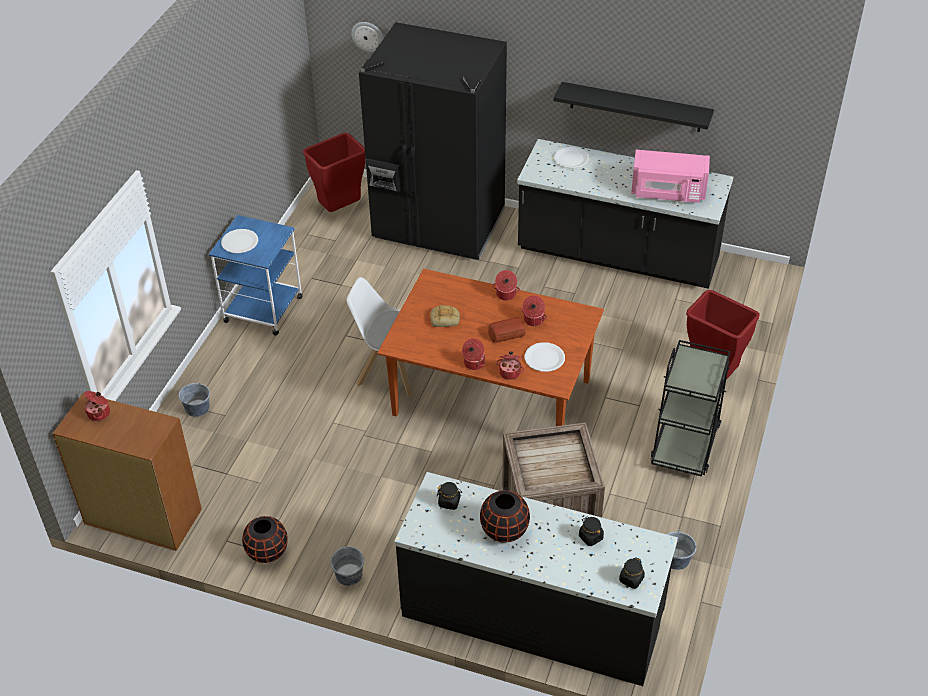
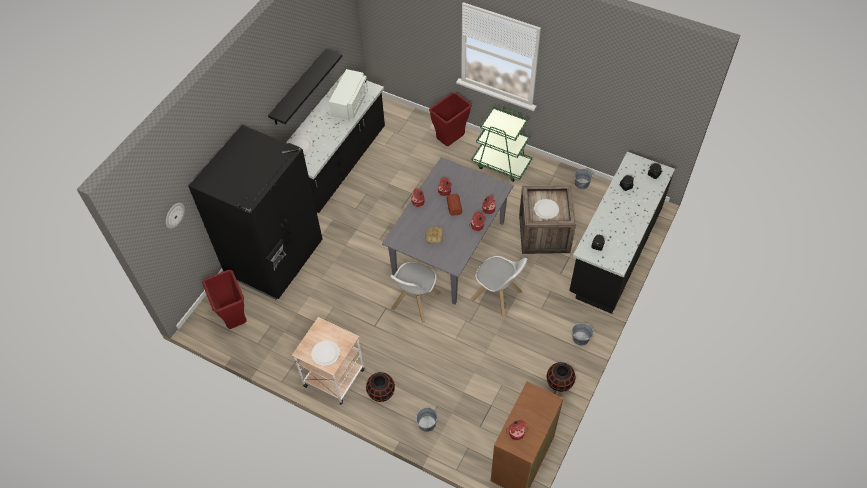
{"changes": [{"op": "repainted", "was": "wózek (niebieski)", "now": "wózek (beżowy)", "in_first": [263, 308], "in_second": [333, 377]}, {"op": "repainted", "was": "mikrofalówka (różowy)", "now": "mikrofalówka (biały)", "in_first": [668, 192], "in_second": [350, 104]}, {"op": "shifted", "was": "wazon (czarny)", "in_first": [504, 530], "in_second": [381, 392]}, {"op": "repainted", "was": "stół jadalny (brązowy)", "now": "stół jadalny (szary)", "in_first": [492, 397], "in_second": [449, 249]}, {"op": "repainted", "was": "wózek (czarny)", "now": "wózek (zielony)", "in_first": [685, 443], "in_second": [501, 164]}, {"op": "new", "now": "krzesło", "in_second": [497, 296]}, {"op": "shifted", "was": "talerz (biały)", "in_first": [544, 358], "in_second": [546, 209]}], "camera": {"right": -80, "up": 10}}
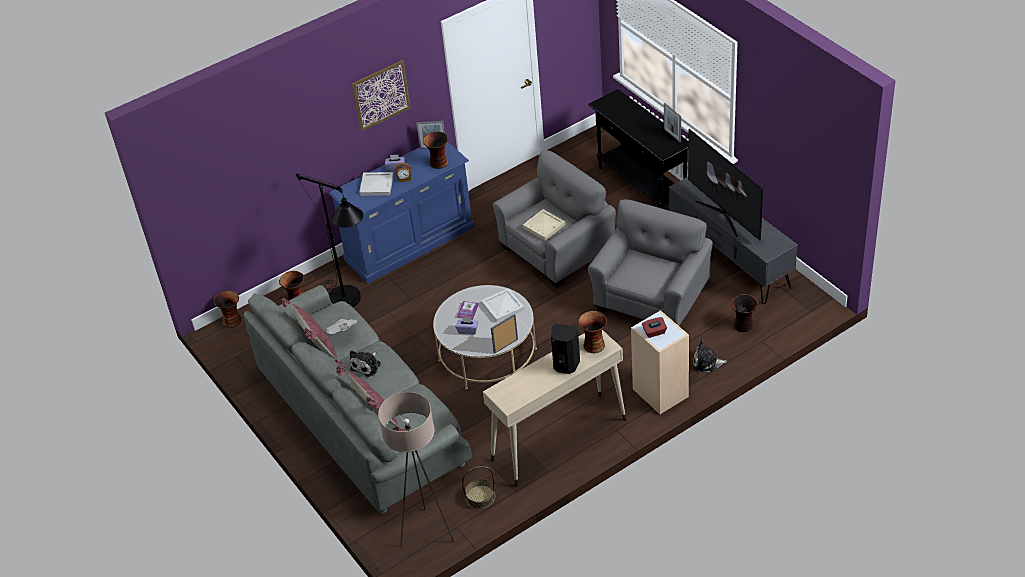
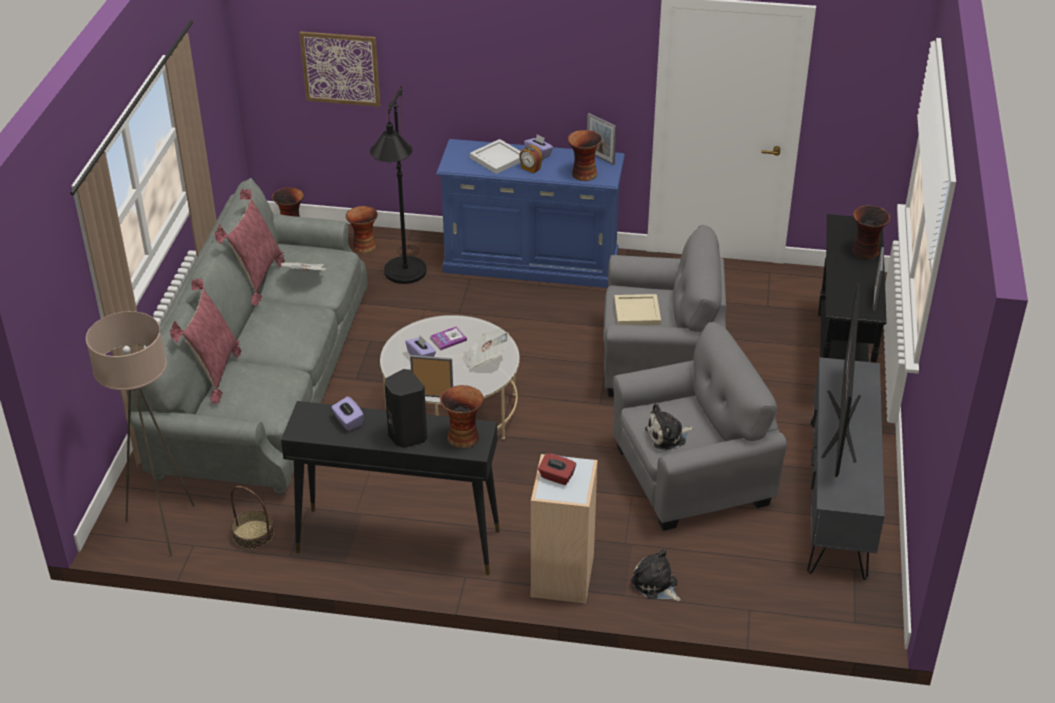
{"changes": [{"op": "repainted", "was": "stolik konsolowy (beżowy)", "now": "stolik konsolowy (czarny)", "in_first": [558, 440], "in_second": [397, 541]}, {"op": "shifted", "was": "obraz", "in_first": [381, 94], "in_second": [340, 67]}, {"op": "new", "now": "pudełko chusteczek (fioletowy)", "in_second": [348, 421]}, {"op": "swapped", "was": "taca (biały)", "now": "gazeta", "in_first": [502, 307], "in_second": [484, 358]}, {"op": "shifted", "was": "pluszak", "in_first": [367, 365], "in_second": [668, 436]}, {"op": "shifted", "was": "wazon", "in_first": [743, 326], "in_second": [865, 252]}], "camera": {"right": 40, "up": -5}}
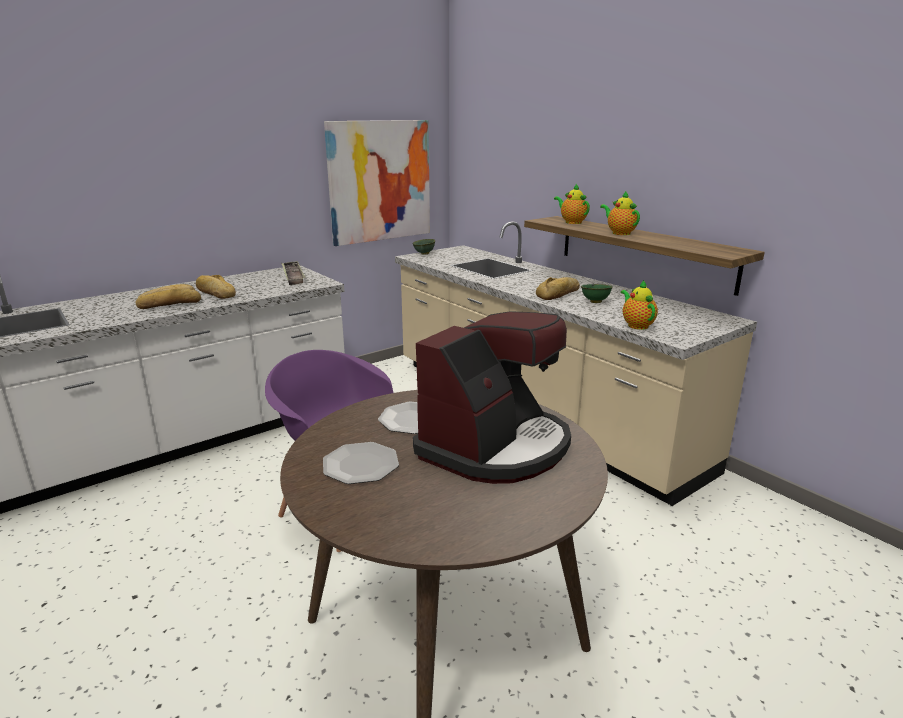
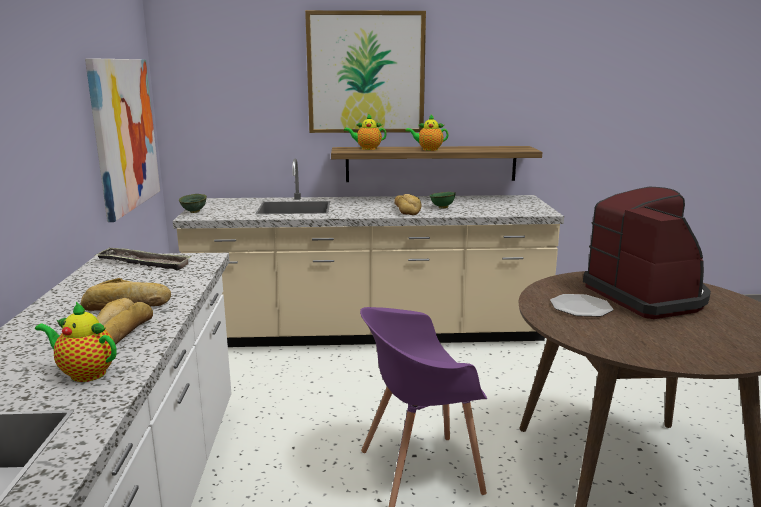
{"changes": [{"op": "shifted", "was": "imbryk", "in_first": [636, 325], "in_second": [85, 373]}, {"op": "new", "now": "obraz", "in_second": [366, 73]}, {"op": "gone", "was": "talerz", "in_first": [360, 465]}], "camera": {"right": -55, "up": -5}}
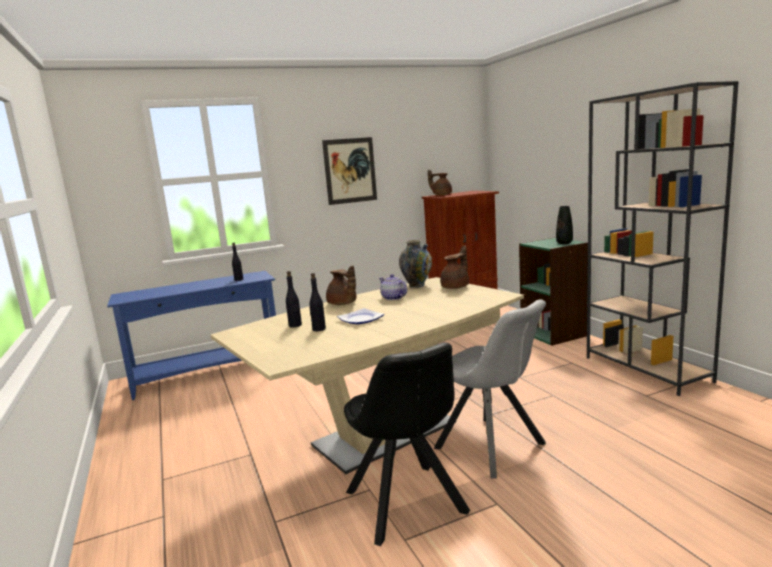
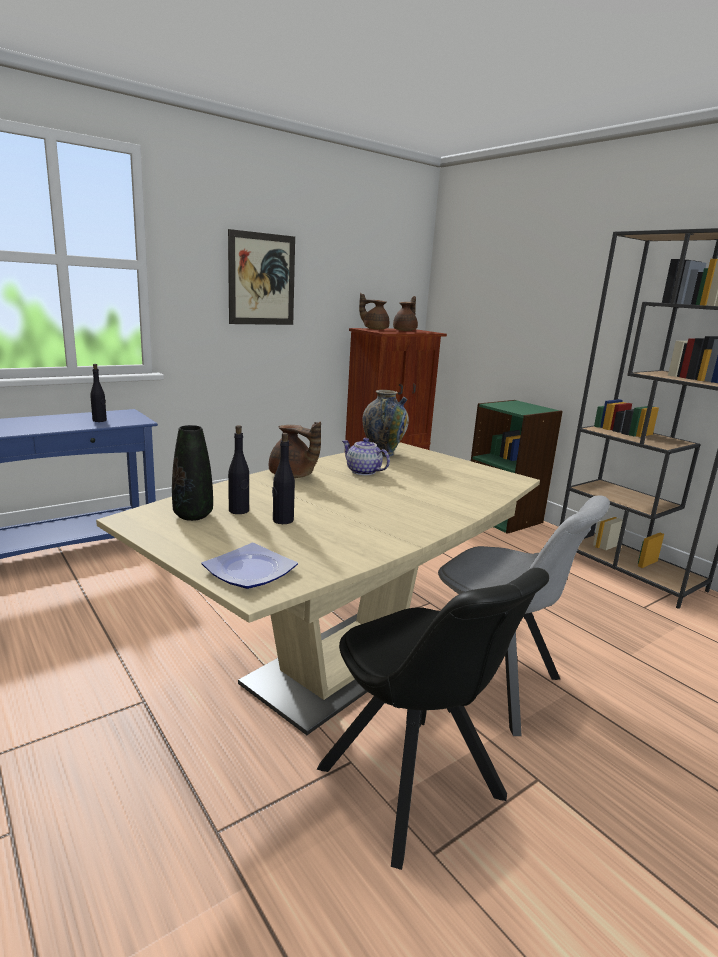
{"changes": [{"op": "shifted", "was": "wazon (czarny)", "in_first": [564, 243], "in_second": [193, 515]}, {"op": "shifted", "was": "talerz", "in_first": [361, 319], "in_second": [250, 570]}, {"op": "shifted", "was": "imbryk (brązowy)", "in_first": [456, 287], "in_second": [405, 330]}], "camera": {"right": -15, "up": 5}}
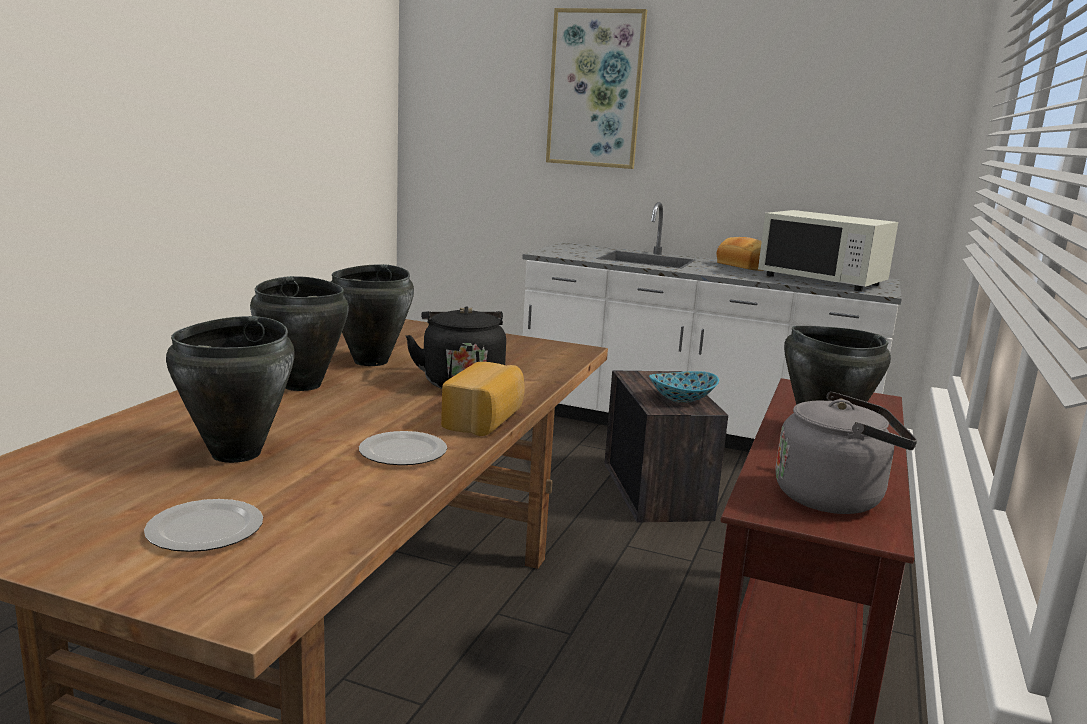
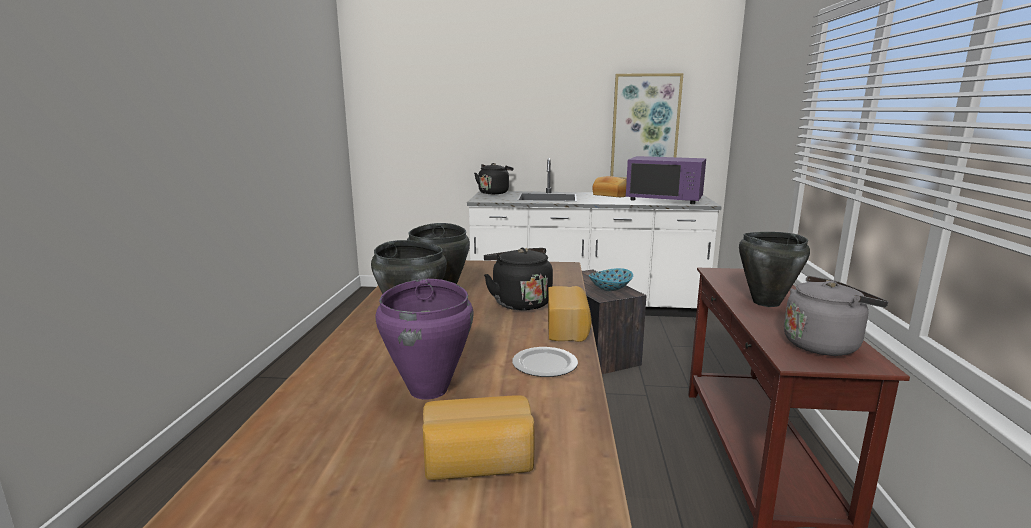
{"changes": [{"op": "repainted", "was": "garnek (czarny)", "now": "garnek (fioletowy)", "in_first": [237, 453], "in_second": [429, 389]}, {"op": "swapped", "was": "talerz", "now": "chleb", "in_first": [203, 530], "in_second": [479, 463]}, {"op": "new", "now": "czajnik (czarny)", "in_second": [494, 192]}, {"op": "shifted", "was": "obraz", "in_first": [595, 89], "in_second": [645, 127]}, {"op": "repainted", "was": "mikrofalówka (biały)", "now": "mikrofalówka (fioletowy)", "in_first": [822, 280], "in_second": [664, 199]}], "camera": {"right": -15, "up": 0}}
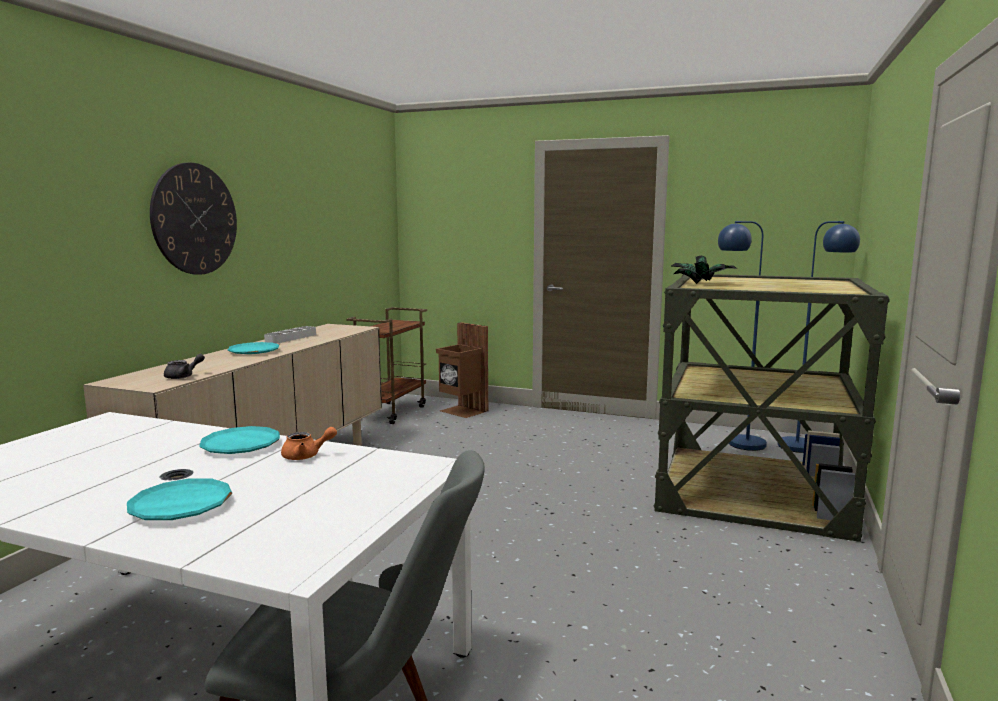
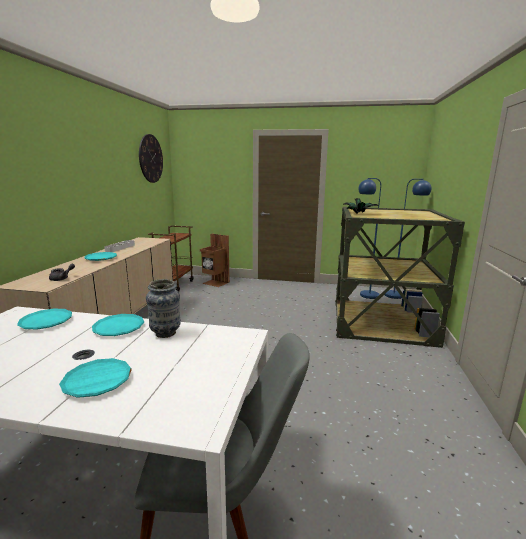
{"changes": [{"op": "new", "now": "talerz (turkusowy)", "in_second": [46, 322]}, {"op": "shifted", "was": "zegar ścienny", "in_first": [195, 219], "in_second": [151, 158]}, {"op": "swapped", "was": "imbryk (pomarańczowy)", "now": "wazon", "in_first": [306, 456], "in_second": [165, 333]}], "camera": {"right": -10, "up": 5}}
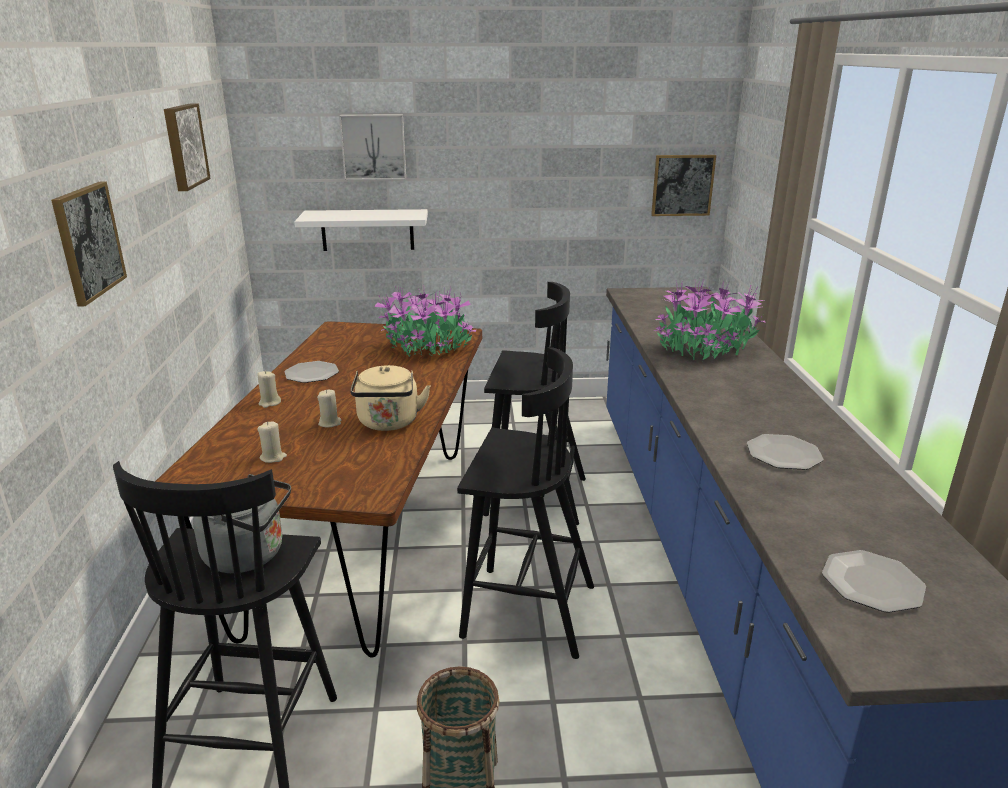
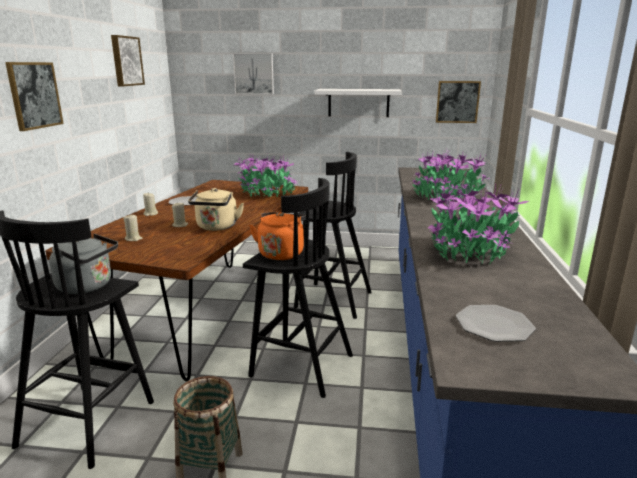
{"changes": [{"op": "new", "now": "czajnik (pomarańczowy)", "in_second": [281, 253]}, {"op": "shifted", "was": "półka (biały)", "in_first": [367, 230], "in_second": [358, 102]}, {"op": "swapped", "was": "talerz", "now": "roślina doniczkowa", "in_first": [783, 454], "in_second": [470, 251]}], "camera": {"right": 10, "up": -5}}
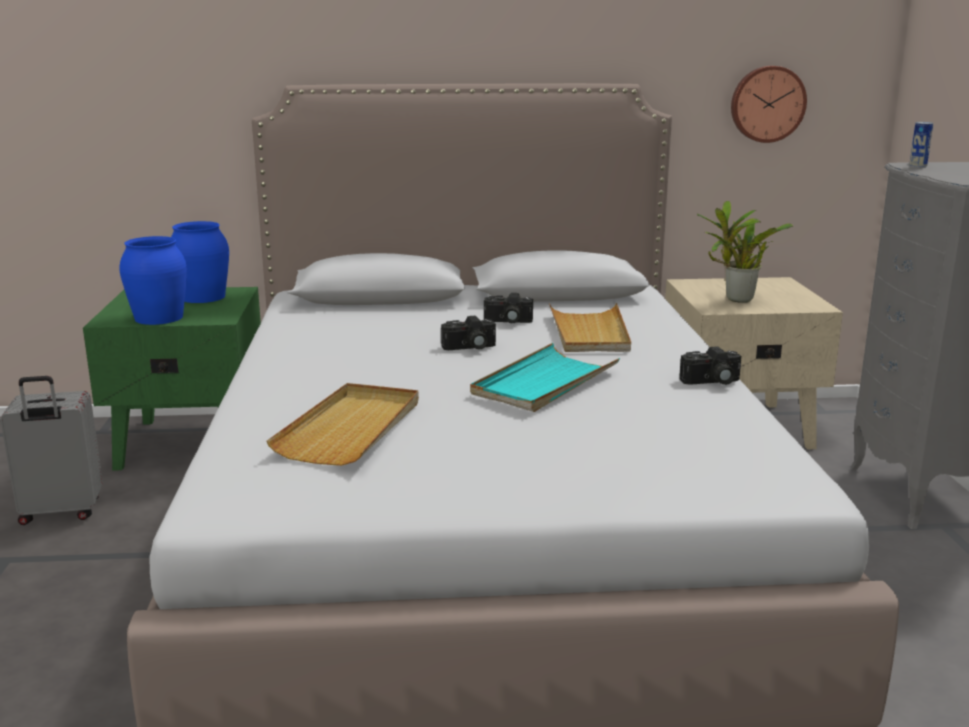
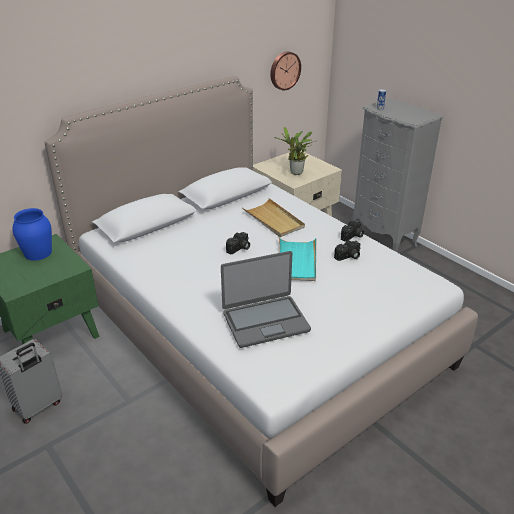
{"changes": [{"op": "swapped", "was": "taca (beżowy)", "now": "laptop", "in_first": [351, 428], "in_second": [265, 321]}, {"op": "shifted", "was": "aparat fotograficzny", "in_first": [507, 321], "in_second": [348, 257]}, {"op": "gone", "was": "wazon (niebieski)", "in_first": [159, 317]}], "camera": {"right": -35, "up": 15}}
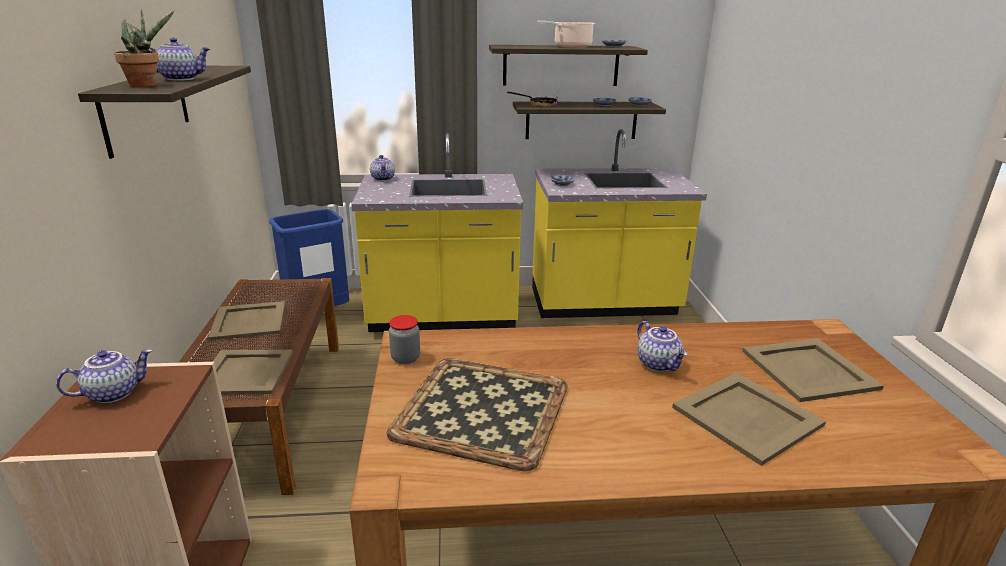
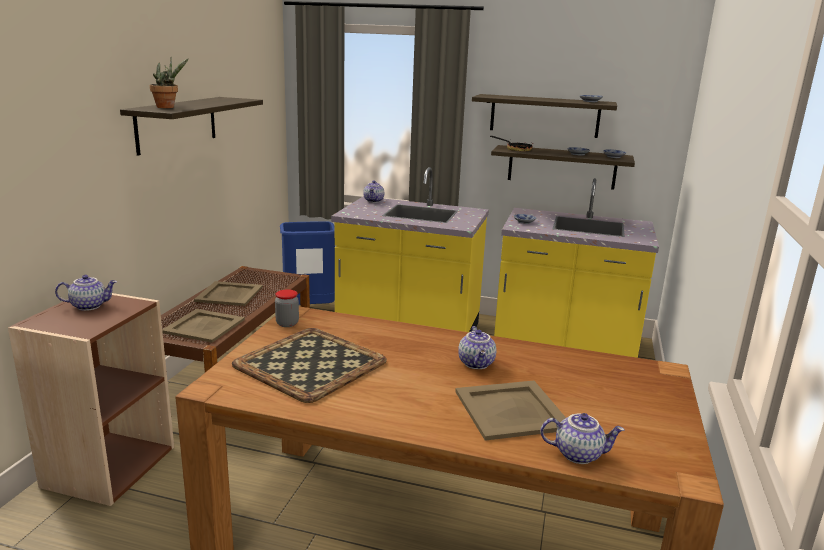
{"changes": [{"op": "shifted", "was": "imbryk", "in_first": [181, 79], "in_second": [578, 454]}, {"op": "gone", "was": "garnek", "in_first": [570, 46]}, {"op": "gone", "was": "taca (beżowy)", "in_first": [808, 370]}], "camera": {"right": 20, "up": -5}}
